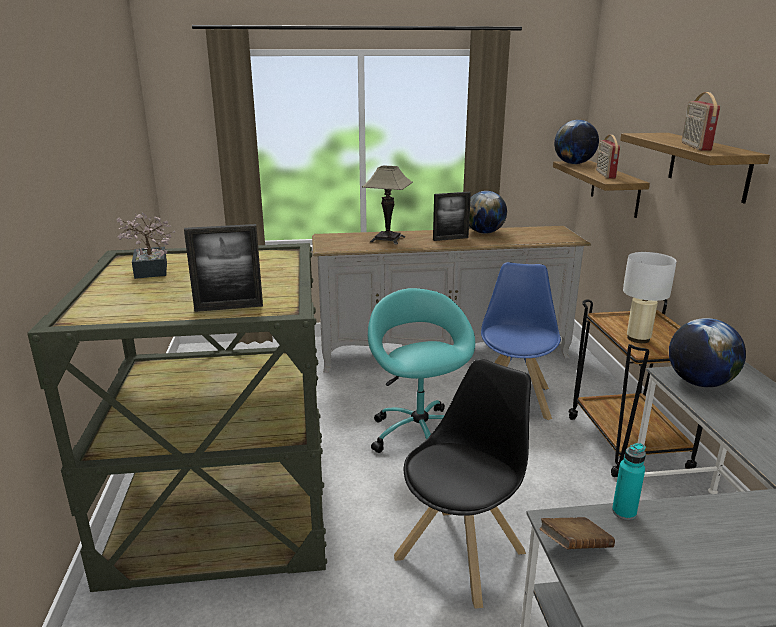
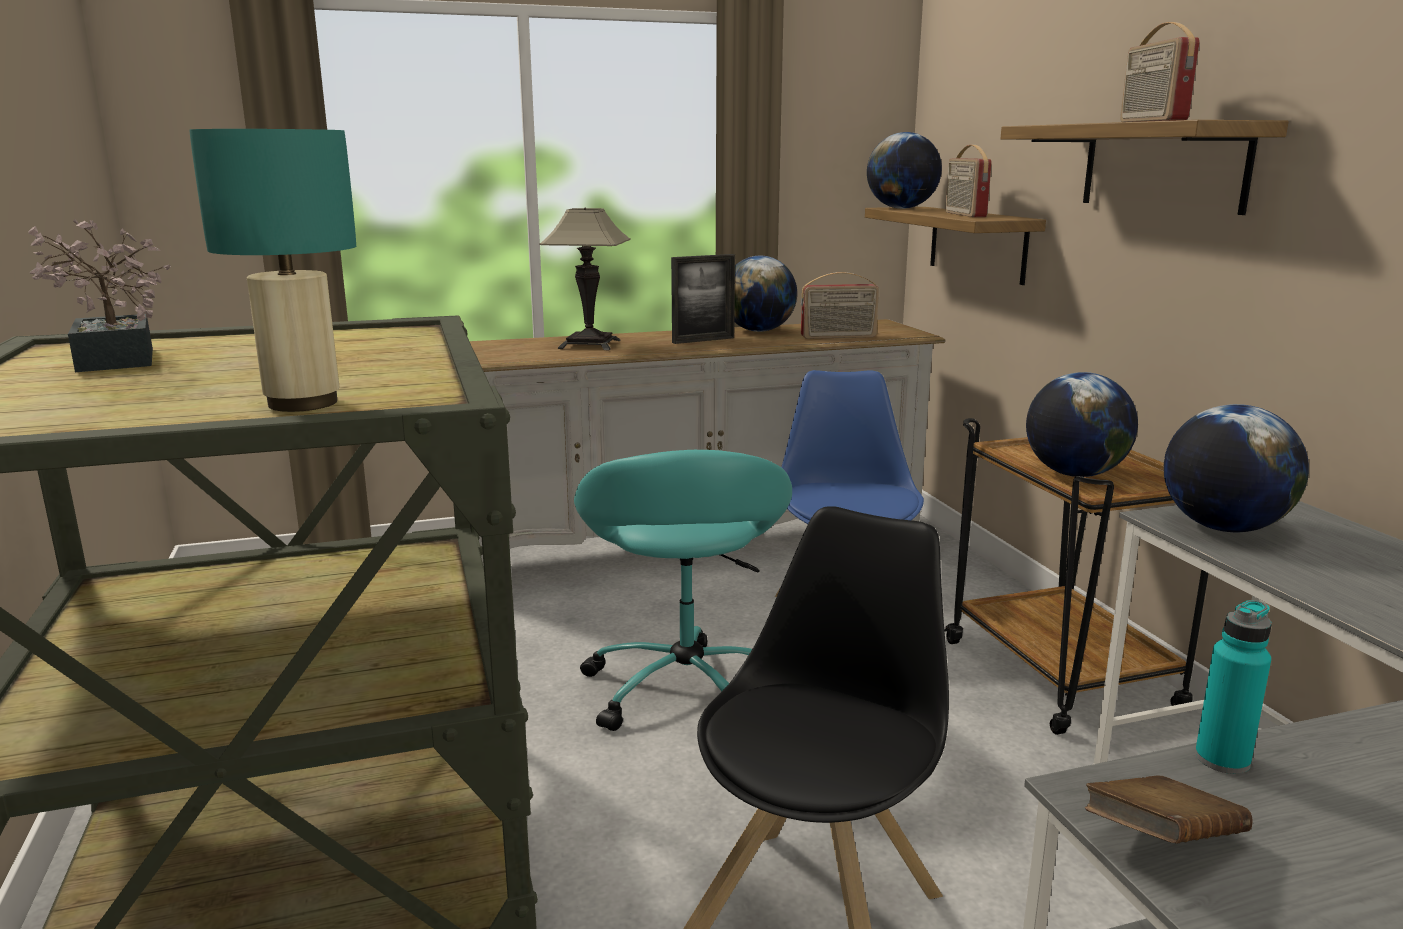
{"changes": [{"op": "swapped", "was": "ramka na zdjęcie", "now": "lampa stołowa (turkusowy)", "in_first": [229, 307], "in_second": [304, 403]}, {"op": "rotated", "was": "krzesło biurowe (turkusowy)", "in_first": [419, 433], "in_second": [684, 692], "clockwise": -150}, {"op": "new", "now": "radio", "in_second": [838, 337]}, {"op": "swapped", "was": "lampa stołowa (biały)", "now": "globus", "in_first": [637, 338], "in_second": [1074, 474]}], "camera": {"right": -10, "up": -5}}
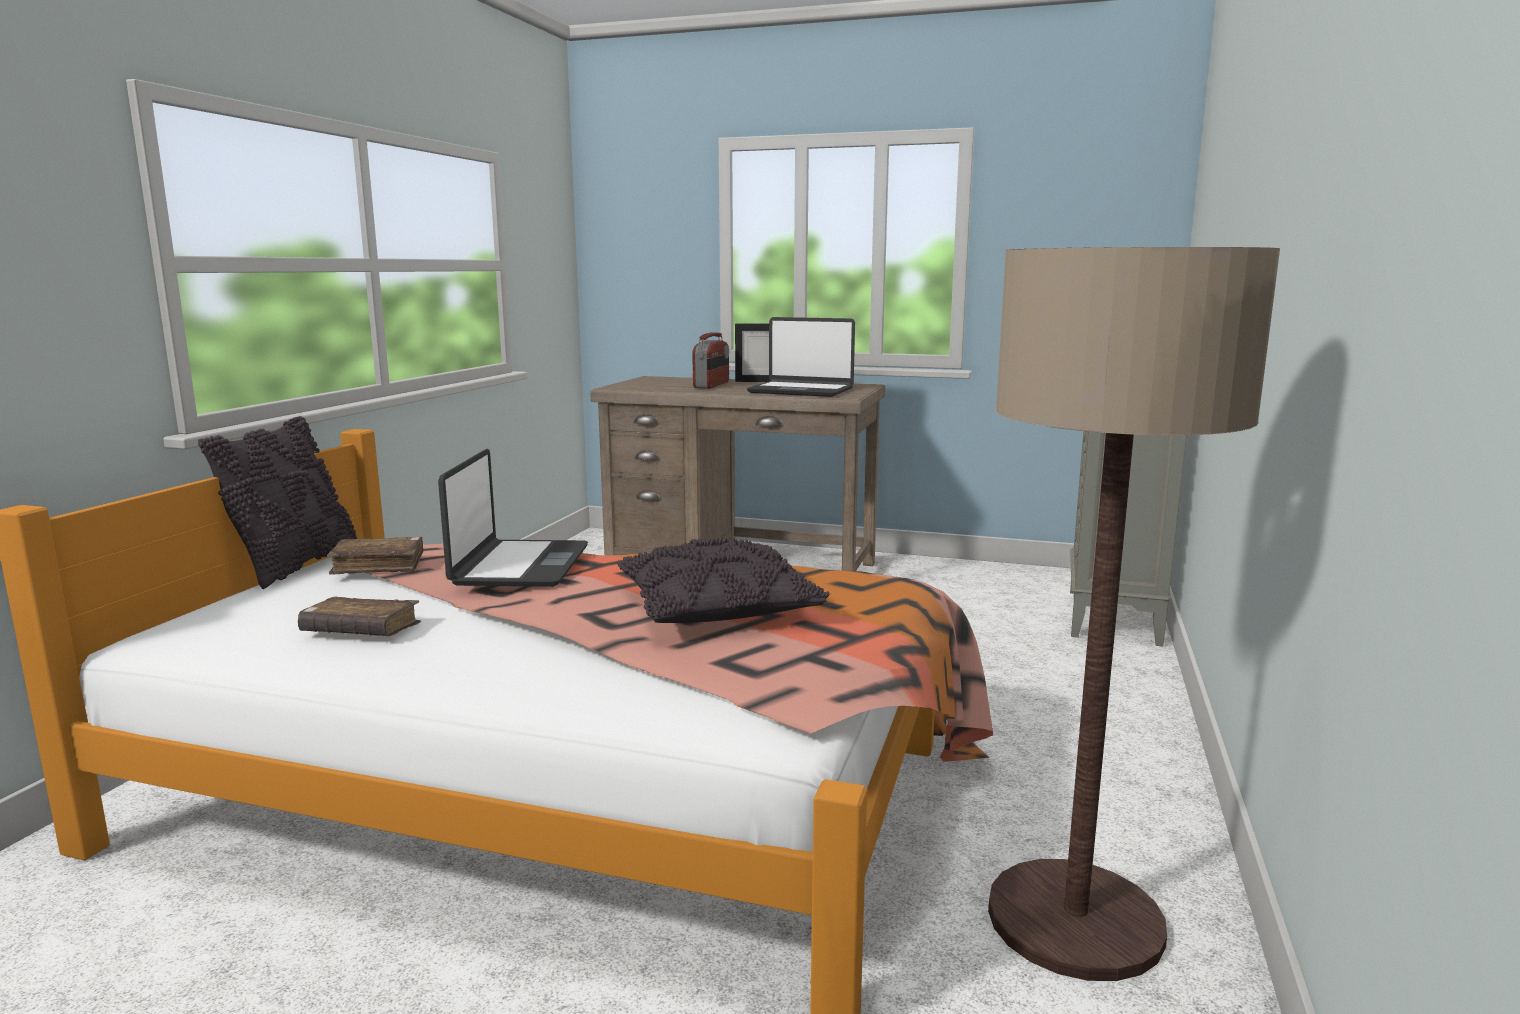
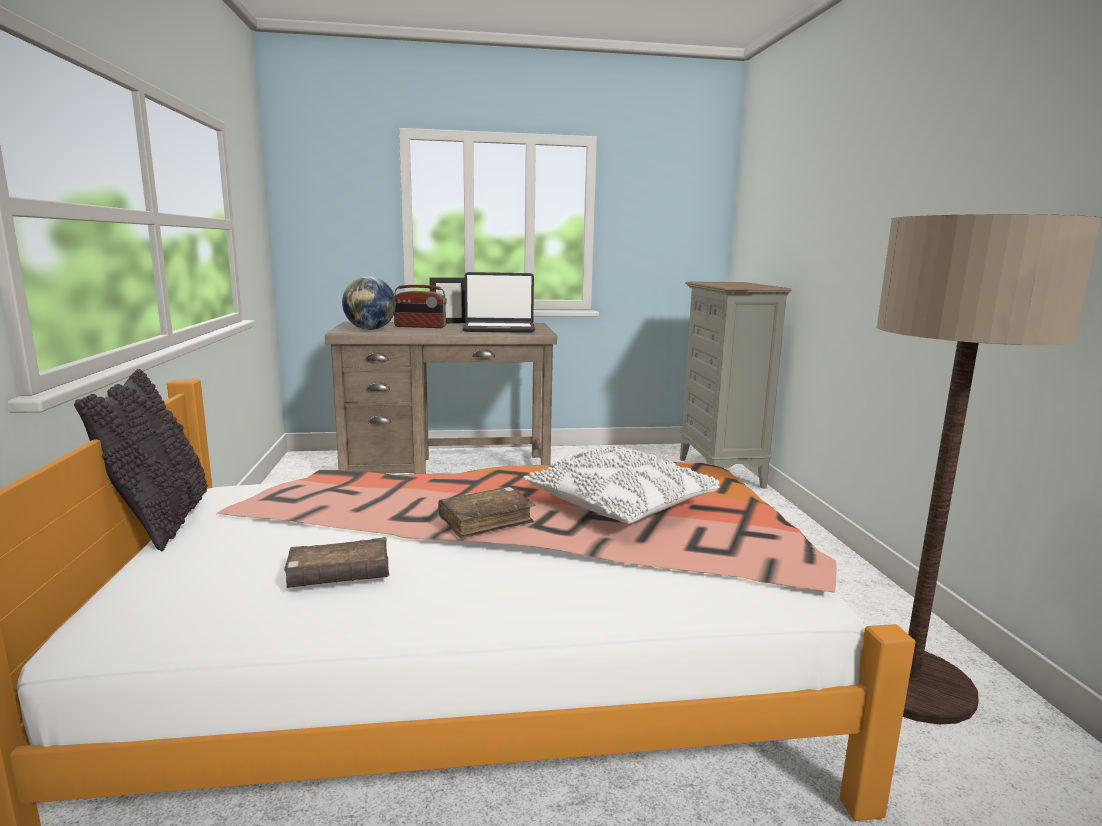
{"changes": [{"op": "new", "now": "globus", "in_second": [370, 329]}, {"op": "rotated", "was": "radio", "in_first": [712, 385], "in_second": [420, 327], "clockwise": 105}, {"op": "shifted", "was": "książka (brązowy)", "in_first": [378, 565], "in_second": [486, 521]}, {"op": "repainted", "was": "poduszka (czarny)", "now": "poduszka (biały)", "in_first": [718, 608], "in_second": [620, 504]}, {"op": "gone", "was": "laptop", "in_first": [519, 566]}], "camera": {"right": -25, "up": 0}}
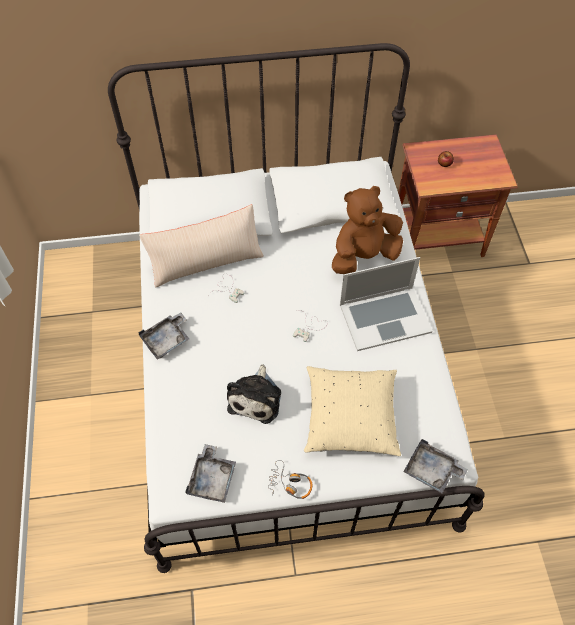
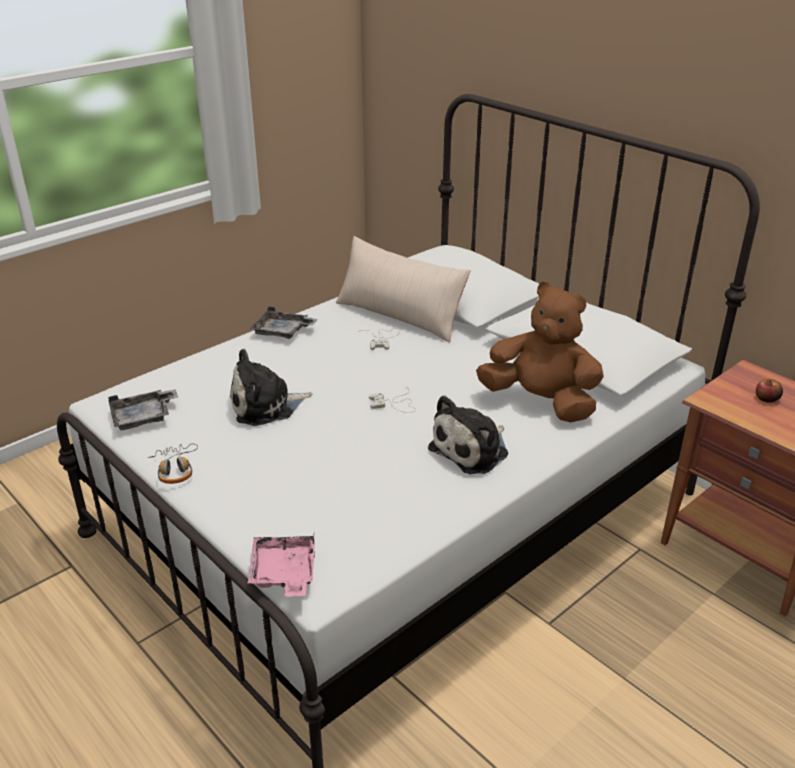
{"changes": [{"op": "repainted", "was": "taca (szary)", "now": "taca (różowy)", "in_first": [432, 470], "in_second": [283, 573]}, {"op": "swapped", "was": "laptop", "now": "pluszak", "in_first": [384, 317], "in_second": [472, 450]}, {"op": "gone", "was": "poduszka (beżowy)", "in_first": [350, 418]}], "camera": {"right": 55, "up": -25}}
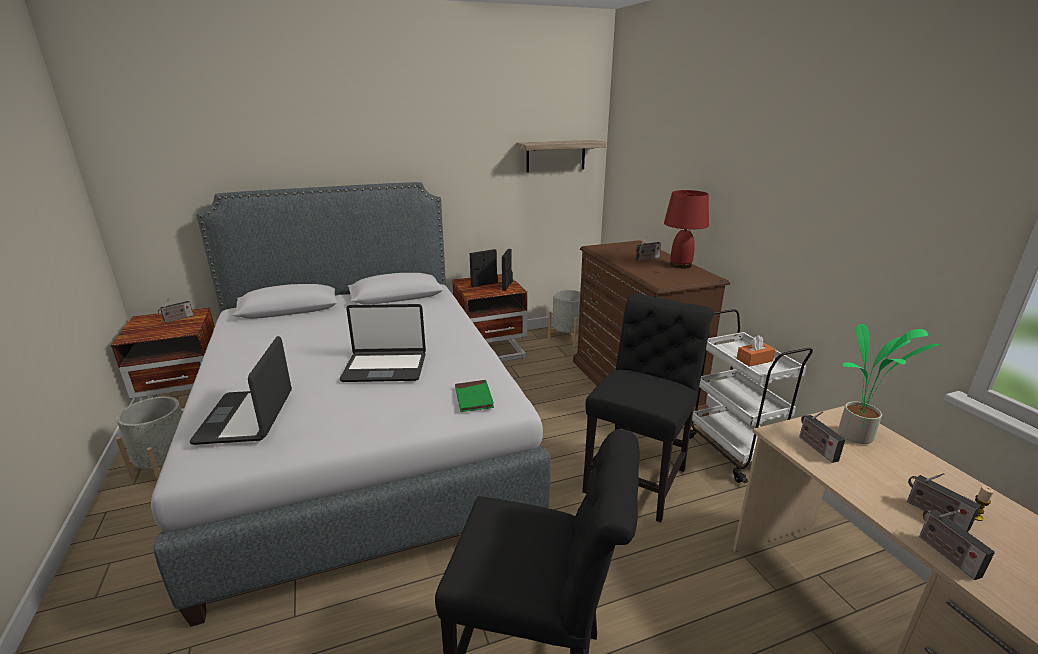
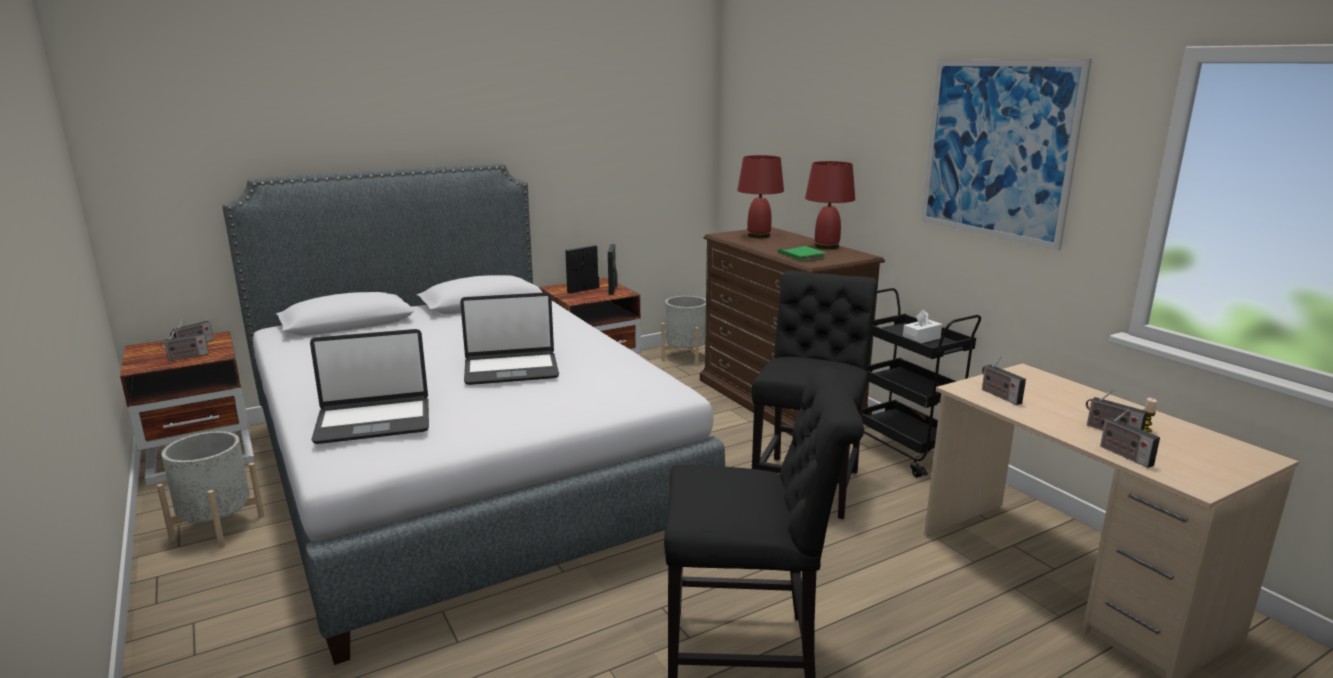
{"changes": [{"op": "shifted", "was": "radio", "in_first": [646, 259], "in_second": [186, 357]}, {"op": "rotated", "was": "laptop", "in_first": [247, 417], "in_second": [374, 421], "clockwise": -90}, {"op": "new", "now": "lampa stołowa (czerwony)", "in_second": [759, 235]}, {"op": "shifted", "was": "książka (zielony)", "in_first": [474, 398], "in_second": [801, 255]}, {"op": "repainted", "was": "wózek (biały)", "now": "wózek (czarny)", "in_first": [732, 453], "in_second": [905, 453]}, {"op": "repainted", "was": "pudełko chusteczek (pomarańczowy)", "now": "pudełko chusteczek (biały)", "in_first": [754, 360], "in_second": [921, 339]}, {"op": "new", "now": "obraz", "in_second": [997, 149]}, {"op": "gone", "was": "półka", "in_first": [555, 156]}, {"op": "gone", "was": "roślina doniczkowa", "in_first": [858, 437]}], "camera": {"right": -10, "up": -5}}
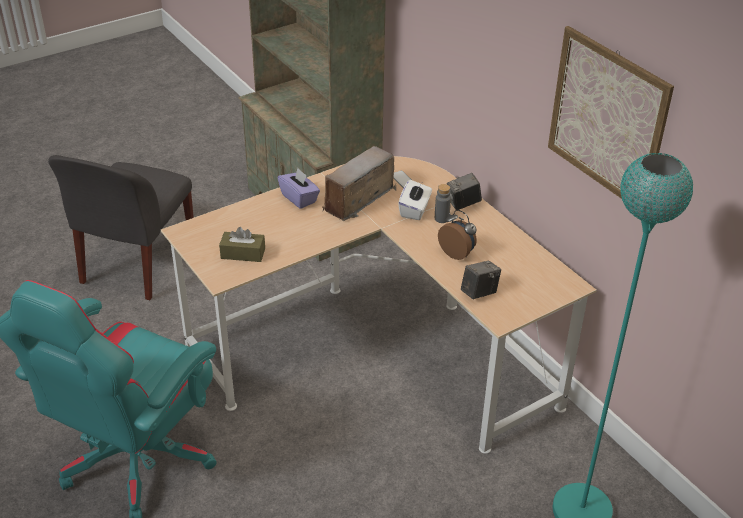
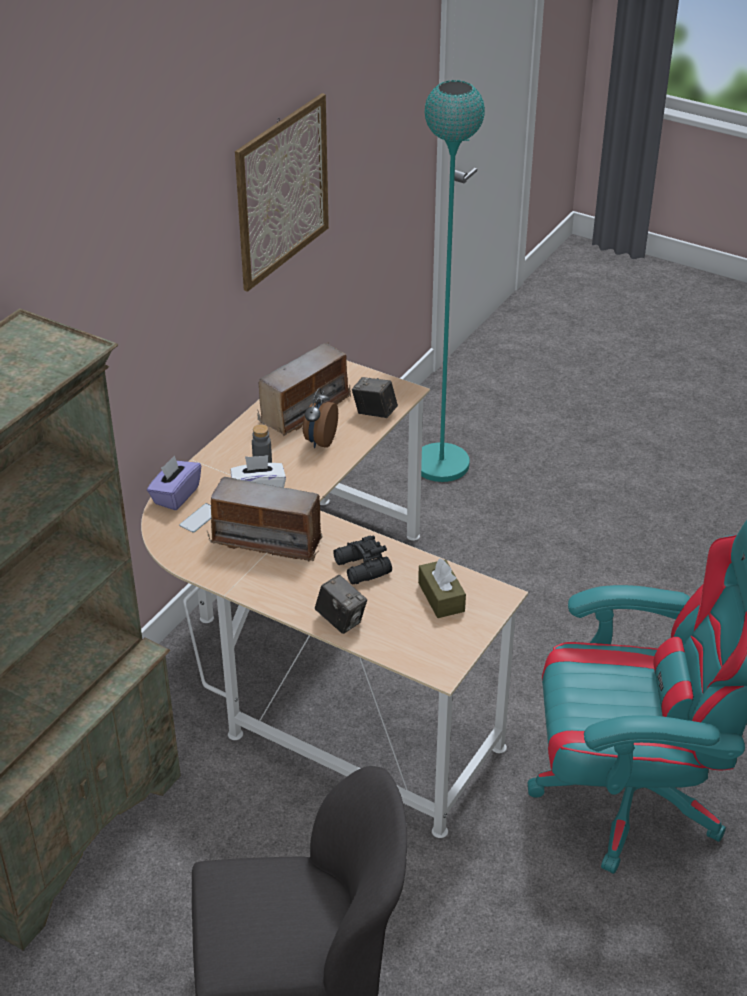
{"changes": [{"op": "shifted", "was": "pudełko chusteczek (fioletowy)", "in_first": [299, 198], "in_second": [175, 495]}, {"op": "new", "now": "radio", "in_second": [305, 409]}, {"op": "shifted", "was": "aparat fotograficzny", "in_first": [463, 204], "in_second": [341, 620]}, {"op": "new", "now": "lornetka (czarny)", "in_second": [361, 568]}], "camera": {"right": -115, "up": 0}}
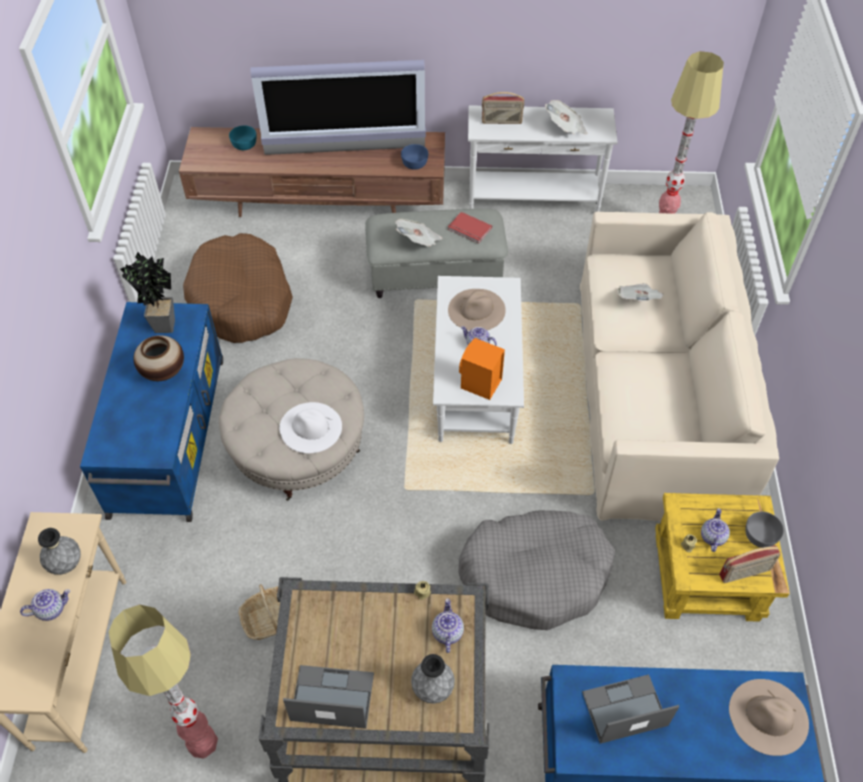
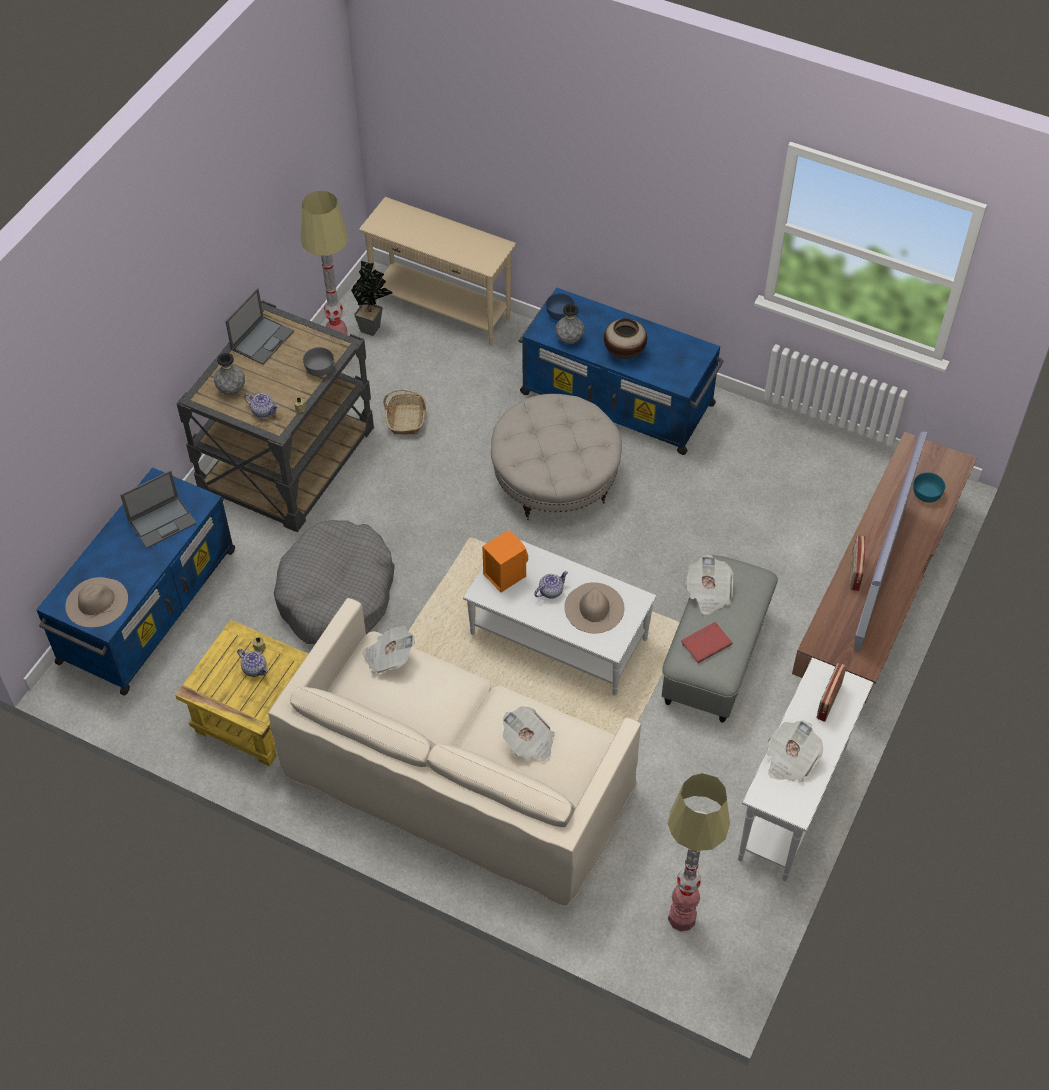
{"changes": [{"op": "rotated", "was": "laptop", "in_first": [623, 709], "in_second": [163, 521], "clockwise": 45}, {"op": "shifted", "was": "miska (szary)", "in_first": [760, 536], "in_second": [319, 368]}, {"op": "shifted", "was": "roślina doniczkowa", "in_first": [161, 324], "in_second": [373, 327]}, {"op": "new", "now": "gazeta", "in_second": [388, 657]}, {"op": "shifted", "was": "miska (niebieski)", "in_first": [414, 163], "in_second": [560, 313]}, {"op": "shifted", "was": "wazon (szary)", "in_first": [66, 564], "in_second": [569, 340]}, {"op": "shifted", "was": "radio", "in_first": [745, 573], "in_second": [854, 572]}, {"op": "gone", "was": "imbryk", "in_first": [51, 609]}, {"op": "gone", "was": "legowisko (brązowy)", "in_first": [241, 300]}, {"op": "gone", "was": "kapelusz (biały)", "in_first": [310, 427]}], "camera": {"right": 115, "up": 0}}
